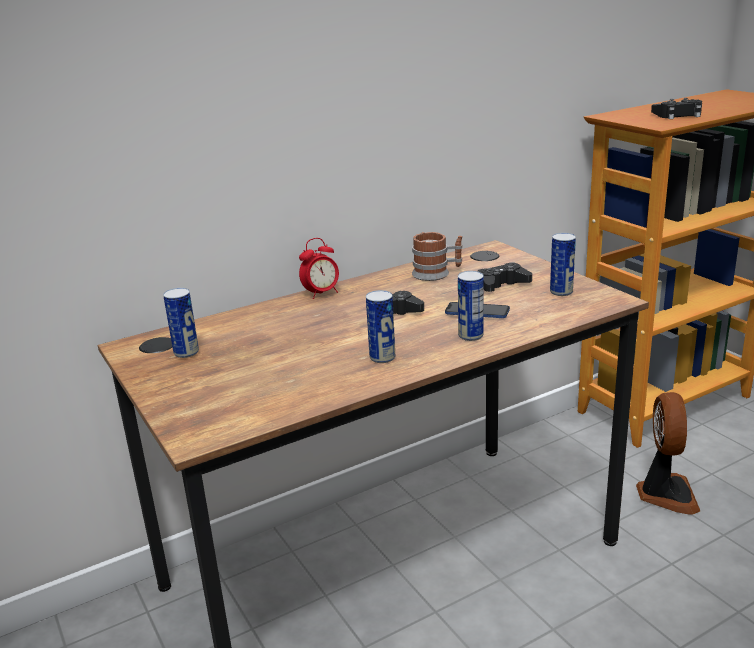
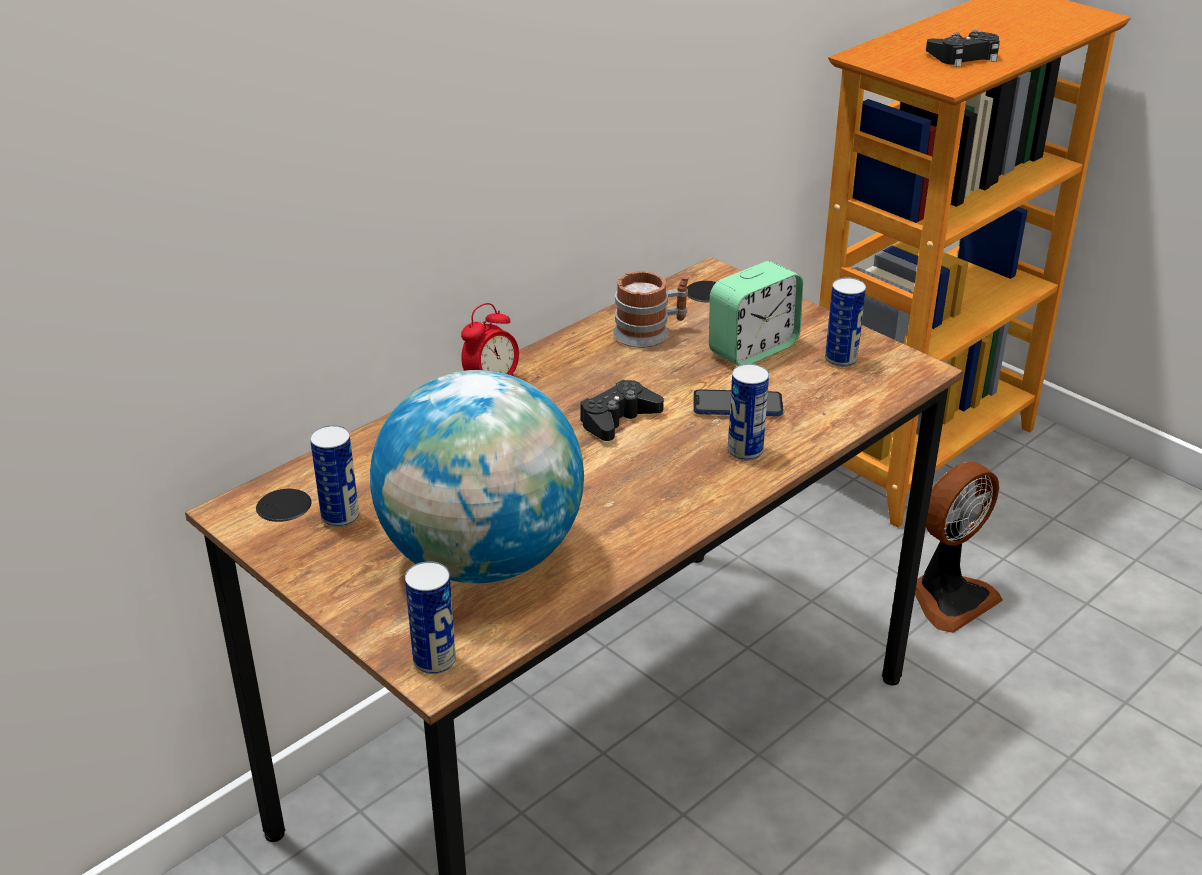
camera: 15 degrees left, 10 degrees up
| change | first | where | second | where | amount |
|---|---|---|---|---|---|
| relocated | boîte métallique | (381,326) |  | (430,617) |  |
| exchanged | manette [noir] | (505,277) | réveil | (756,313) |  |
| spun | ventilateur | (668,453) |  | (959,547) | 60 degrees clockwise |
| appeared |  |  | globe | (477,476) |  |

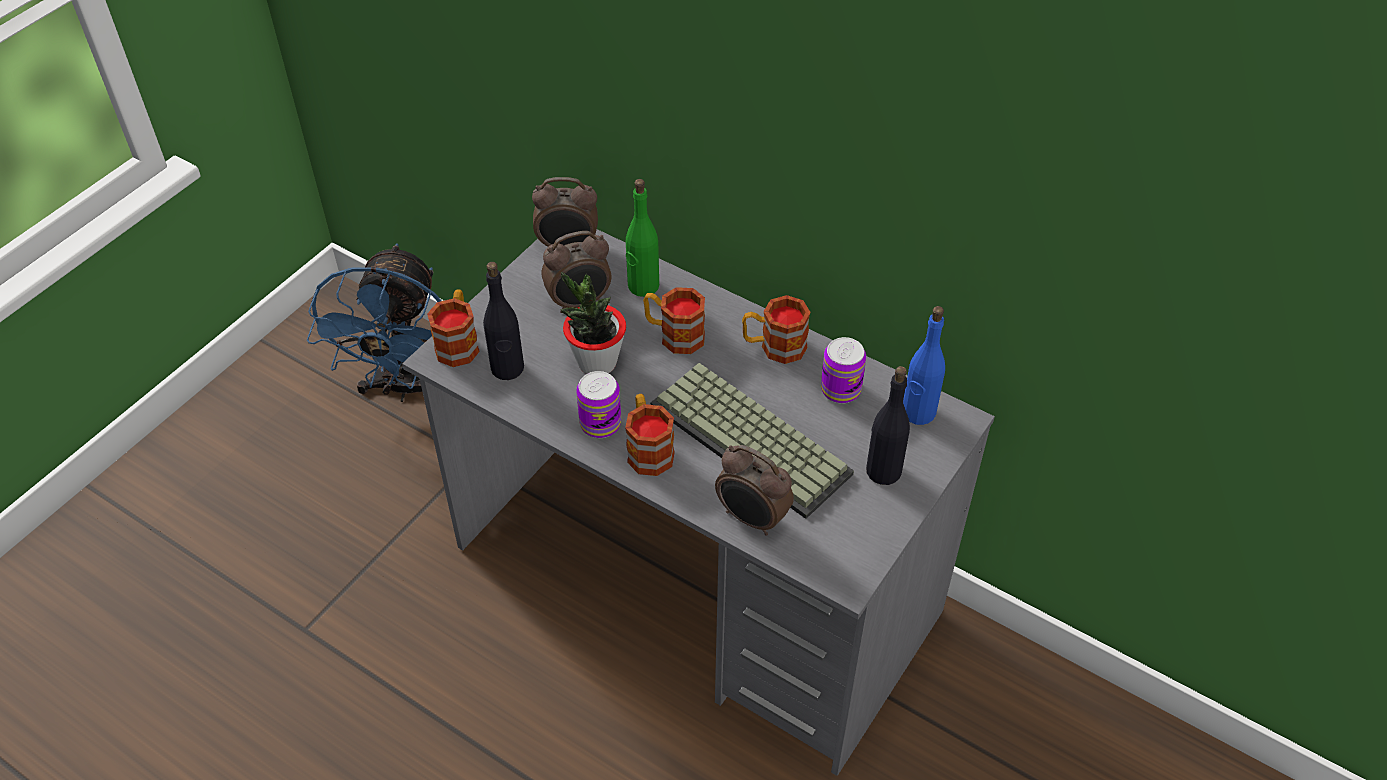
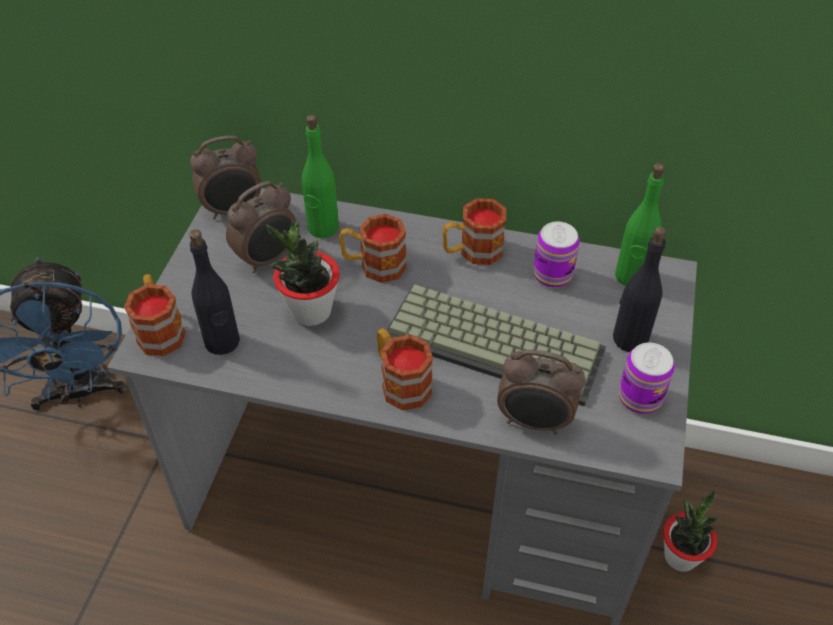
camera: 20 degrees left, 0 degrees up
| change | first | where | second | where | amount |
|---|---|---|---|---|---|
| relocated | boîte métallique | (598,404) |  | (647,378) |  |
| colour | bouteille [bleu] | (924,365) | bouteille [vert] | (640,224) |  |
| appeared |  |  | plante en pot | (690,531) |  |

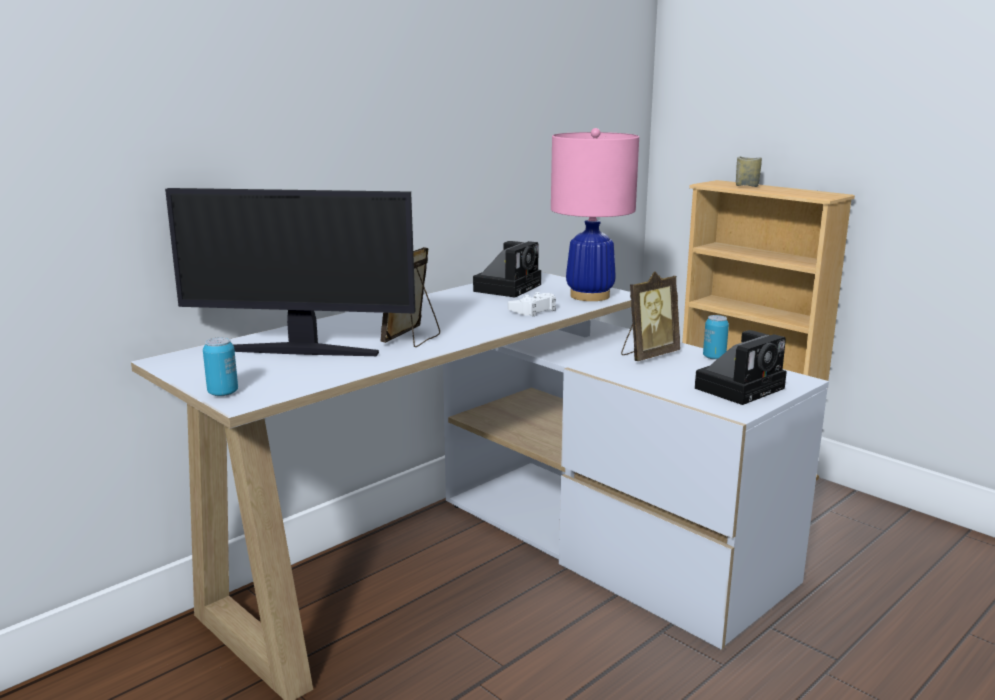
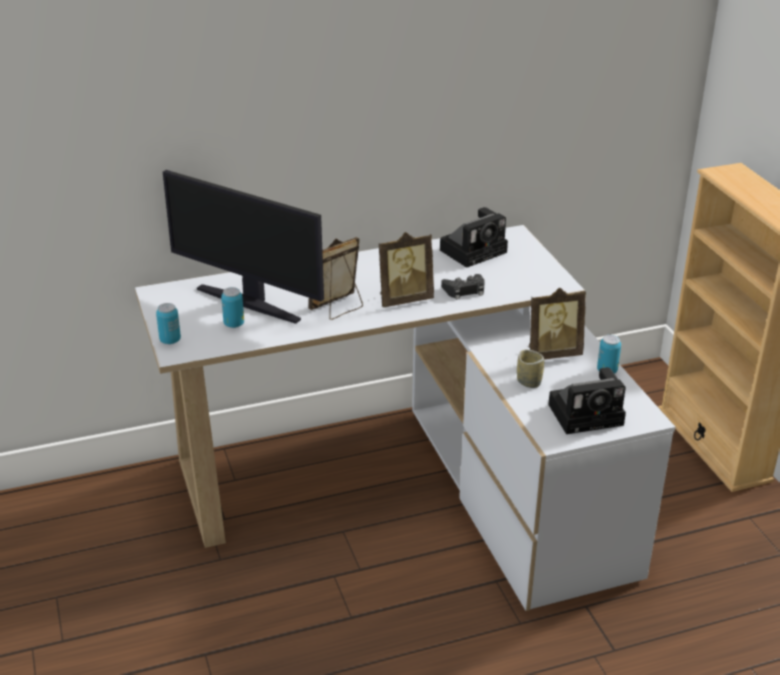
camera: 25 degrees right, 15 degrees up
| change | first | where | second | where | amount |
|---|---|---|---|---|---|
| colour | manette [blanc] | (532,304) | manette [noir] | (463,287) |  |
| missing | lampe de table [rose] | (595,214) |  |  |  |
| relocated | tasse | (749,171) |  | (530,369) |  |
| appeared |  |  | boîte métallique | (232,307) |  |
| appeared |  |  | cadre photo | (406,269) |  |

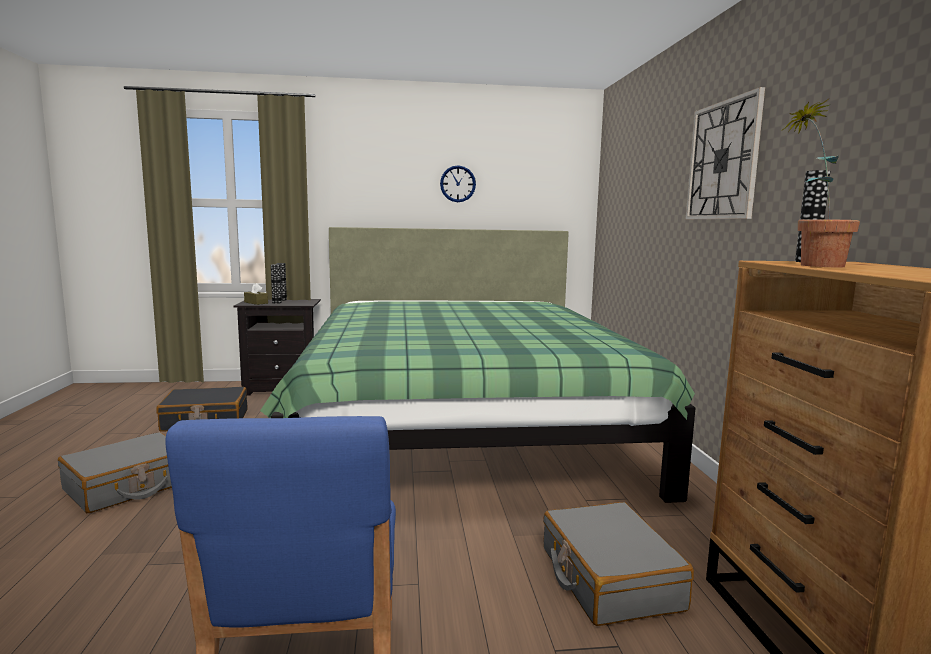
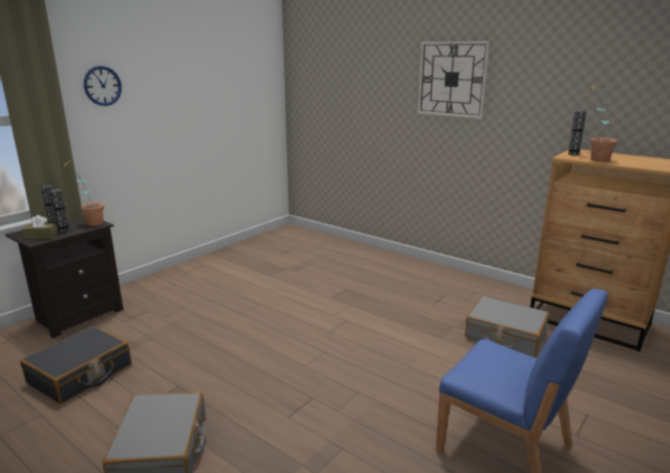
camera: 45 degrees left, 10 degrees up
| change | first | where | second | where | amount |
|---|---|---|---|---|---|
| missing | lit [vert] | (477,365) |  |  |  |
| relocated | horloge murale | (458,183) |  | (103,86) |  |
| appeared |  |  | plante en pot | (82,192) |  |

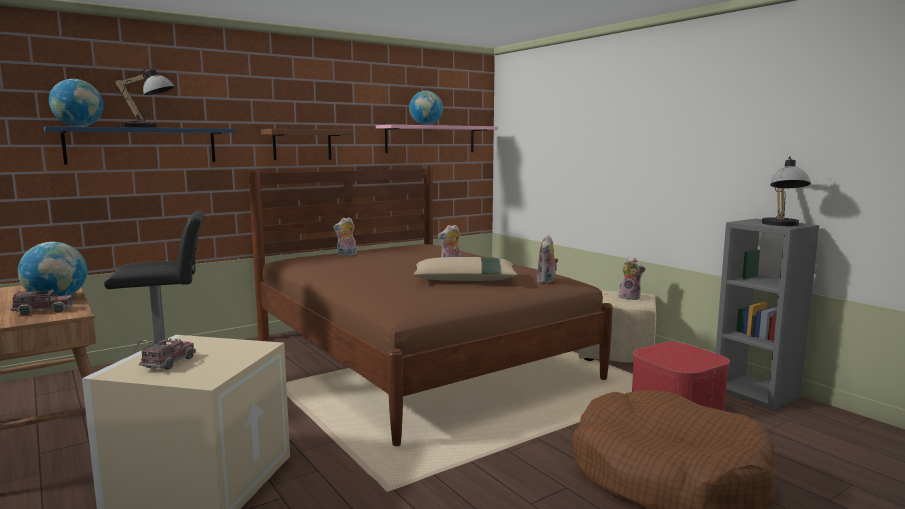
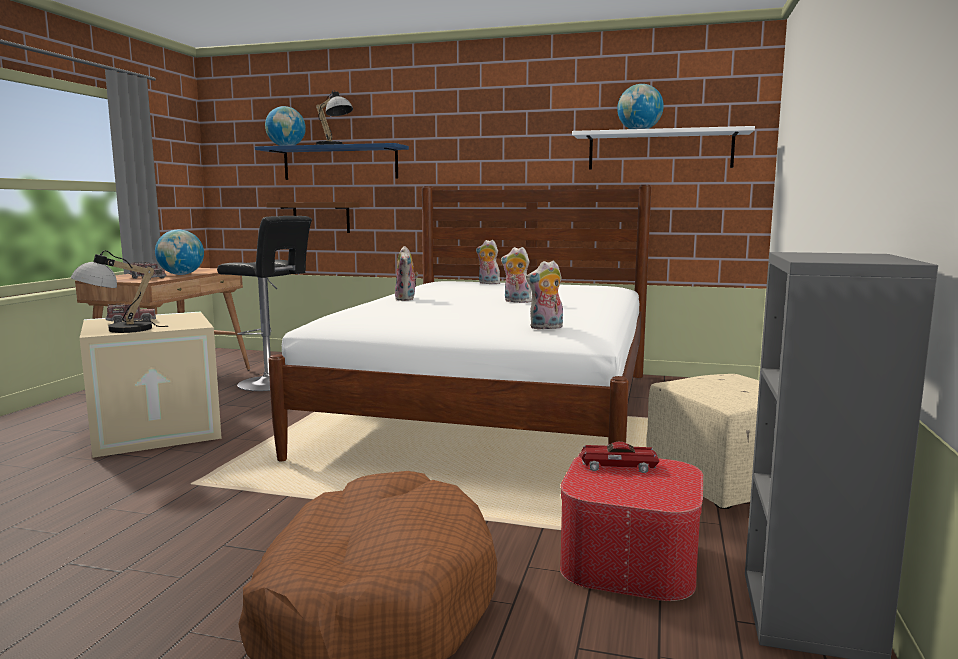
camera: 50 degrees right, 0 degrees up
| change | first | where | second | where | amount |
|---|---|---|---|---|---|
| colour | lit [marron] | (430,305) | lit [blanc] | (459,323) |  |
| relocated | étagère [marron] | (307,144) |  | (313,217) |  |
| colour | étagère [rose] | (437,139) | étagère [blanc] | (663,148) |  |
| missing | coussin [beige] | (465,269) |  |  |  |
| relocated | peluche | (632,278) |  | (406,273) |  |
| relocated | lampe de table | (786,191) |  | (119,291) |  |
| appeared |  |  | petite voiture | (619,457) |  |

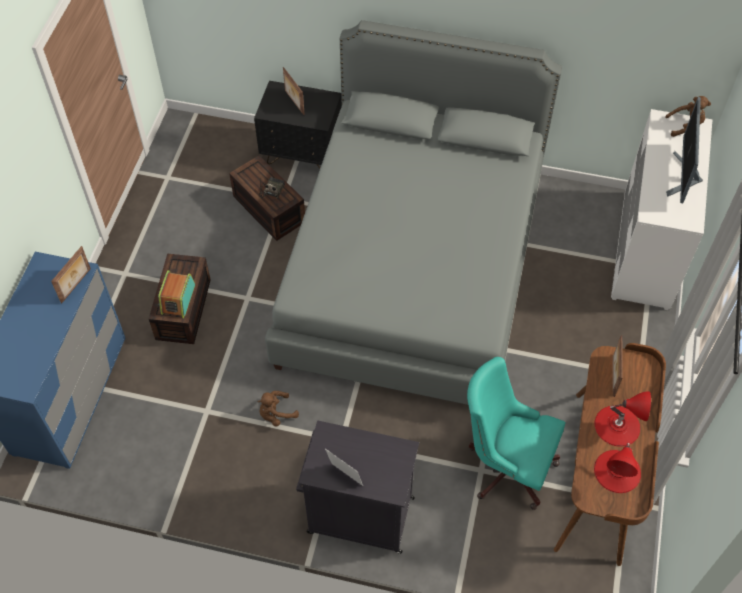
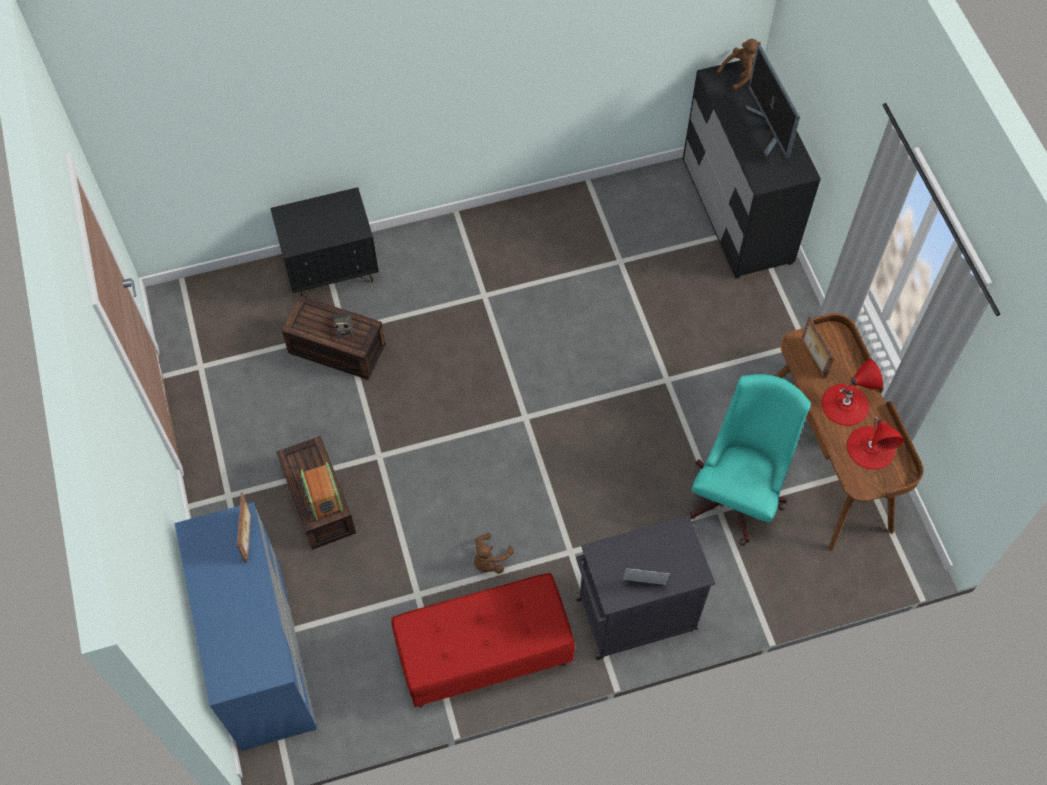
camera: 30 degrees left, 5 degrees up
| change | first | where | second | where | amount |
|---|---|---|---|---|---|
| missing | lit [gris] | (413,212) |  |  |  |
| missing | cadre photo | (294,91) |  |  |  |
| spun | chaise de bureau [turquoise] | (516,433) |  | (749,460) | 120 degrees clockwise |
| colour | commode [blanc] | (661,209) | commode [noir] | (752,169) |  |
| appeared |  |  | banc [rouge] | (483,640) |  |

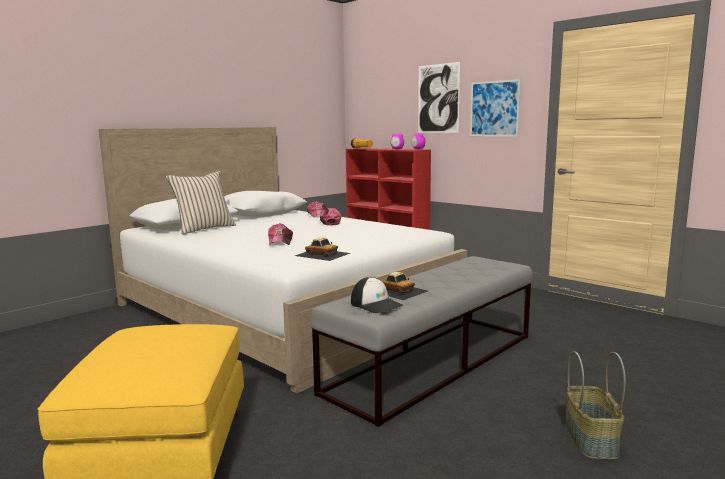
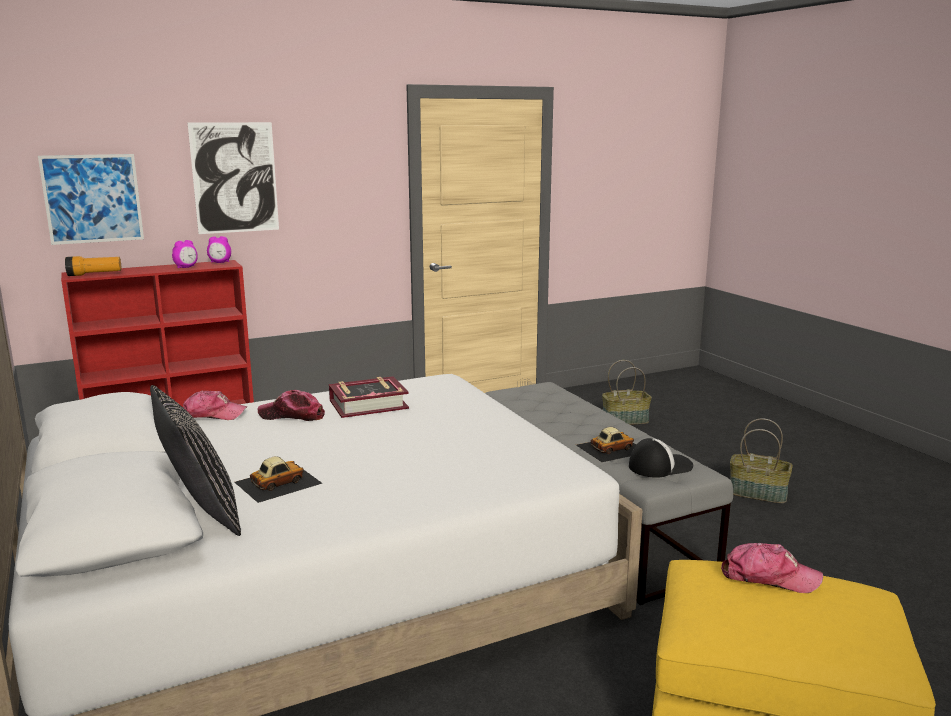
camera: 70 degrees left, 5 degrees up
| change | first | where | second | where | amount |
|---|---|---|---|---|---|
| colour | coussin [beige] | (201,203) | coussin [noir] | (195,460) |  |
| relocated | casquette | (280,234) |  | (772,568) |  |
| relocated | petite voiture | (322,249) |  | (278,479) |  |
| relocated | tableau | (495,107) |  | (91,199) |  |
| appeared |  |  | livre | (369,397) |  |
| appeared |  |  | panier | (627,392) |  |

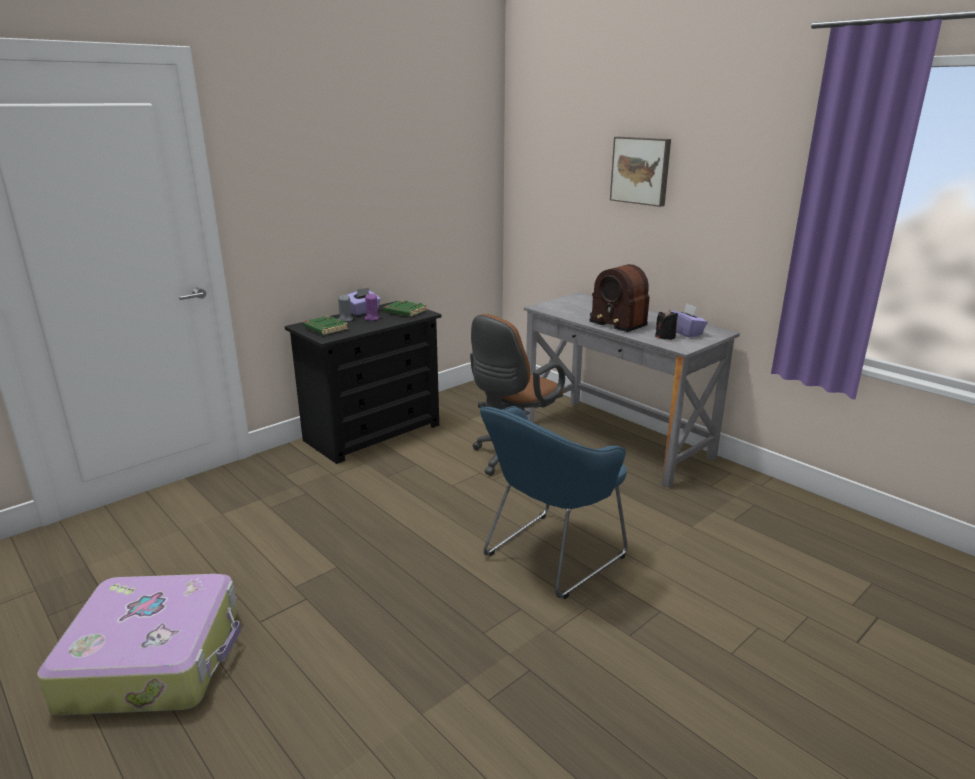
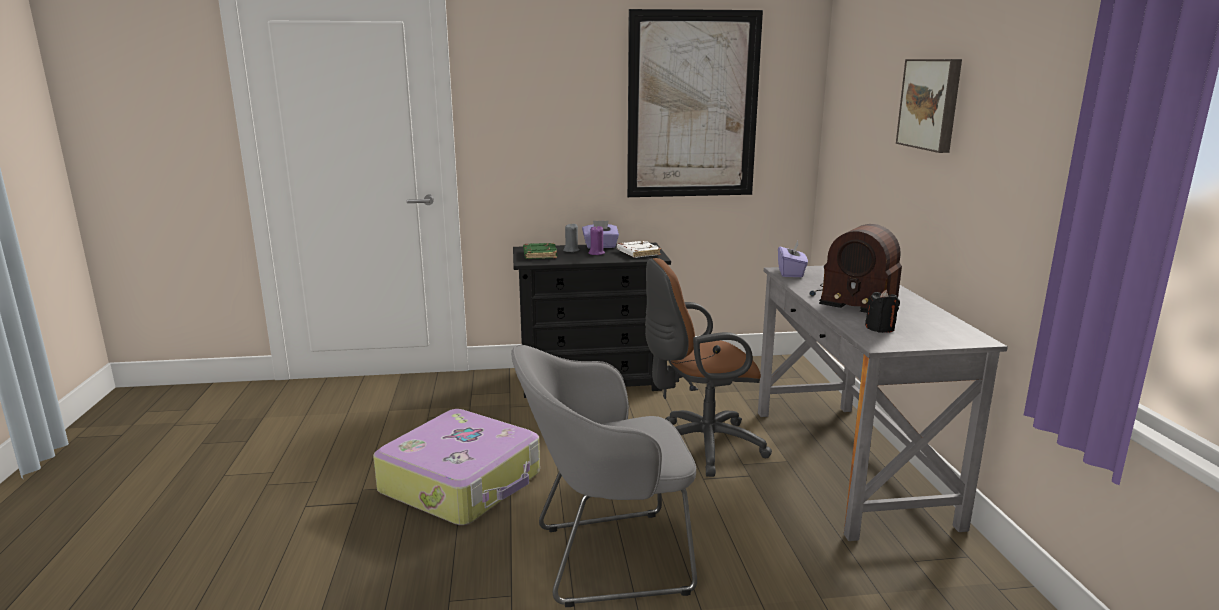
camera: 35 degrees right, 5 degrees down
| change | first | where | second | where | amount |
|---|---|---|---|---|---|
| relocated | valise | (139,645) |  | (456,467) |  |
| colour | livre [vert] | (405,308) | livre [blanc] | (639,249) |  |
| colour | fauteuil [bleu] | (554,502) | fauteuil [gris] | (604,476) |  |
| spun | radio | (619,298) |  | (856,268) | 45 degrees counterclockwise |
| relocated | boîte à mouchoirs [violet] | (689,320) |  | (793,259) |  |
| appeared |  |  | tableau | (695,103) |  |

